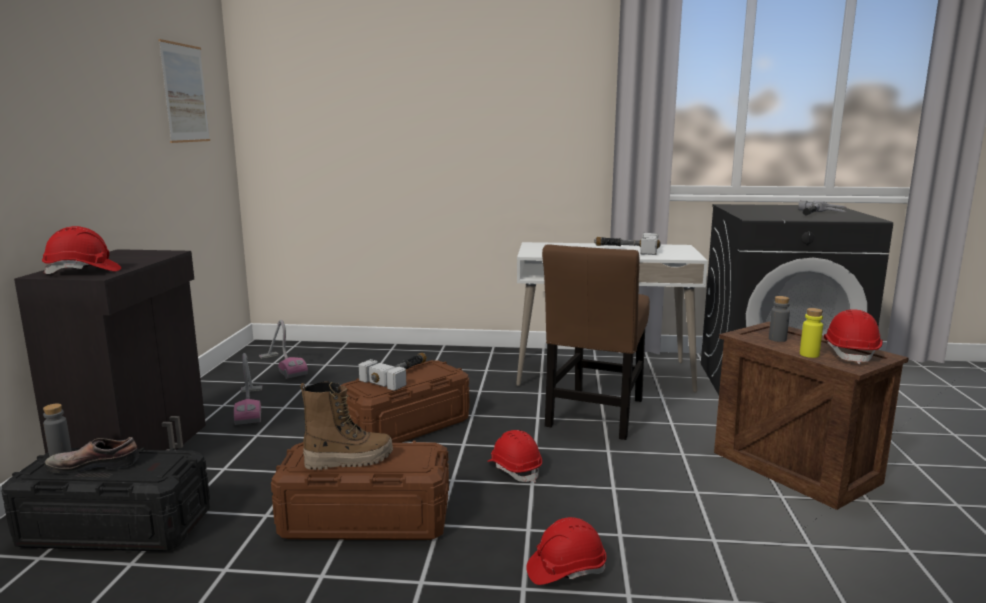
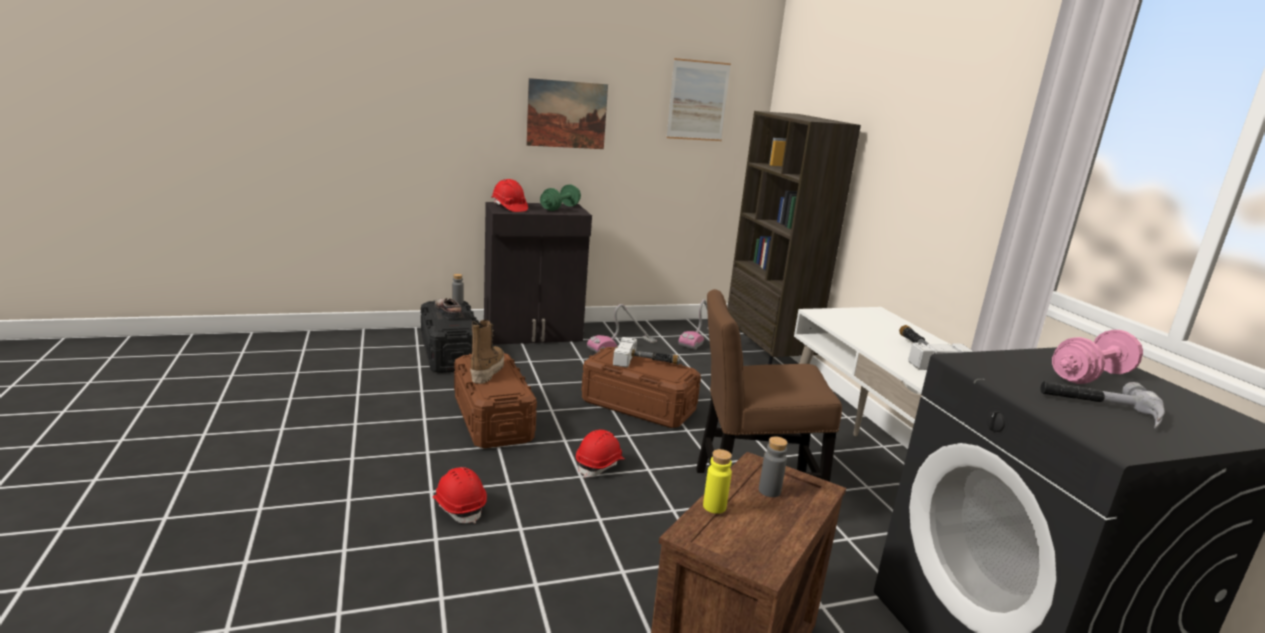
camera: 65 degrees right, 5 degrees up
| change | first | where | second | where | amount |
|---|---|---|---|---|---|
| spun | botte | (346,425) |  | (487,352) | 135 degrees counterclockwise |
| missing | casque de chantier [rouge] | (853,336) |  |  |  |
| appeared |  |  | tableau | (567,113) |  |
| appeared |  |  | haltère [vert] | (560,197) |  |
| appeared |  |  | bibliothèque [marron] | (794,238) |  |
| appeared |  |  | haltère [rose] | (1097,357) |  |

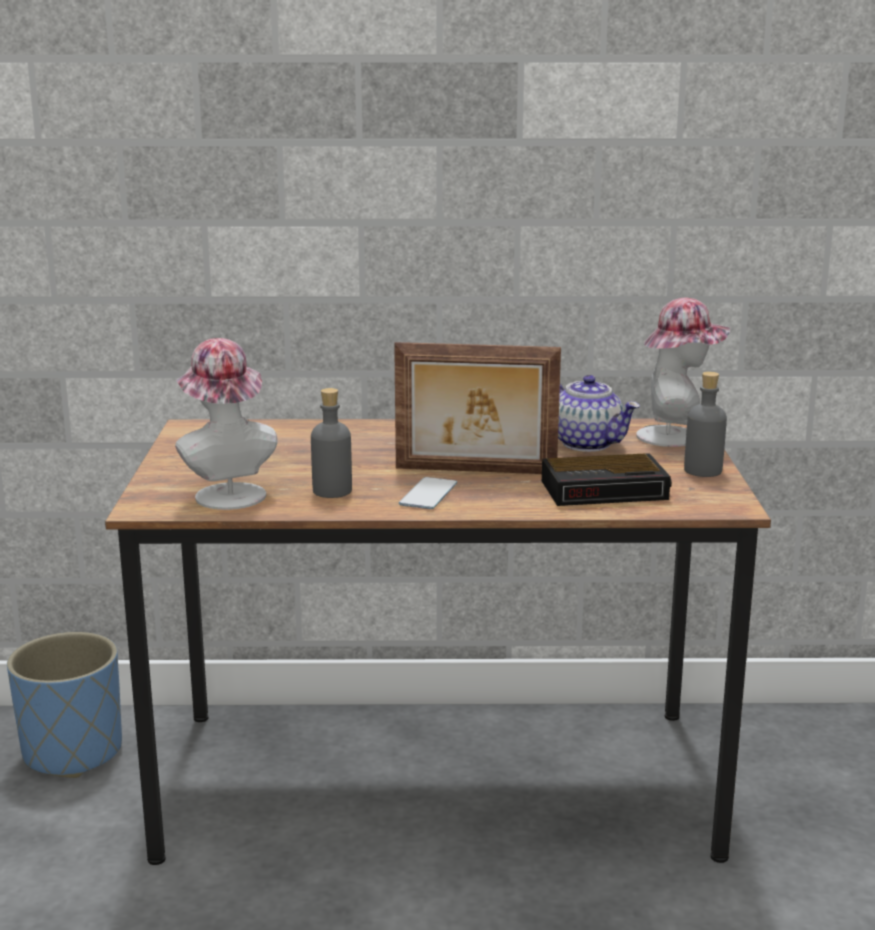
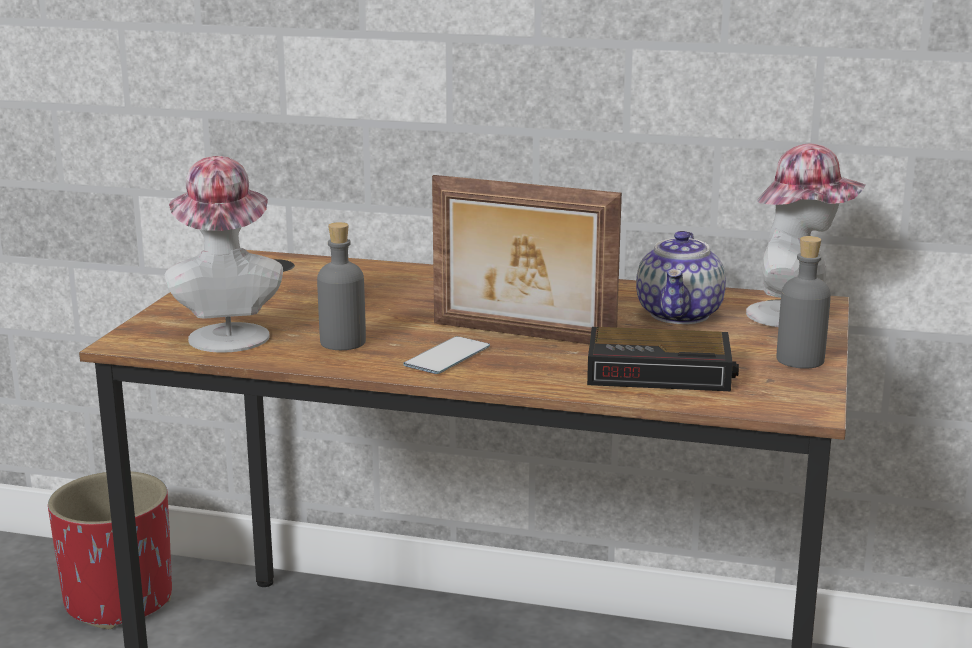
camera: 15 degrees right, 0 degrees up
| change | first | where | second | where | amount |
|---|---|---|---|---|---|
| colour | cache-pot [bleu] | (64,705) | cache-pot [rouge] | (110,550) |  |
| spun | théière | (599,413) |  | (681,277) | 45 degrees clockwise |

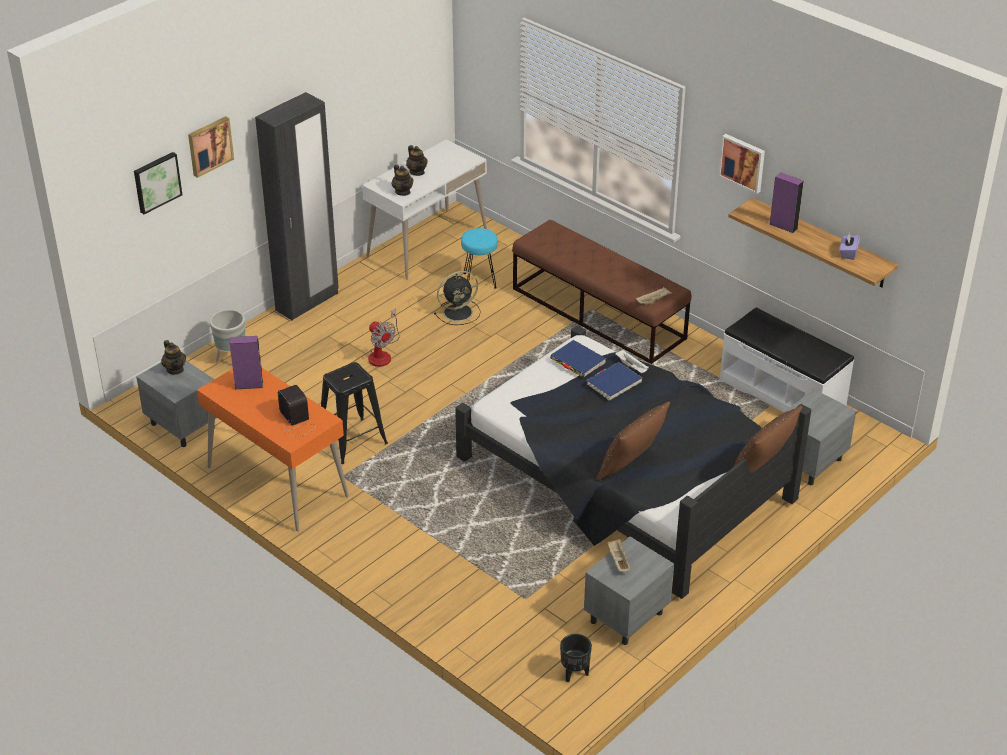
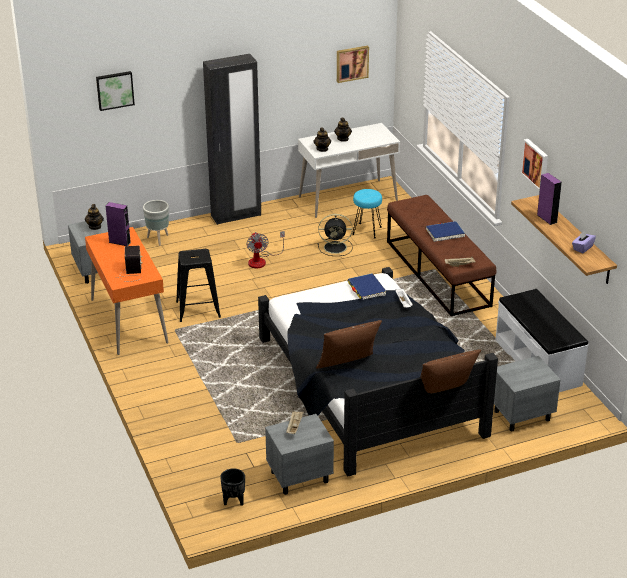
camera: 25 degrees right, 5 degrees down
| change | first | where | second | where | amount |
|---|---|---|---|---|---|
| relocated | tableau | (211,147) |  | (353,64) |  |
| relocated | livre [bleu] | (614,381) |  | (445,231) |  |

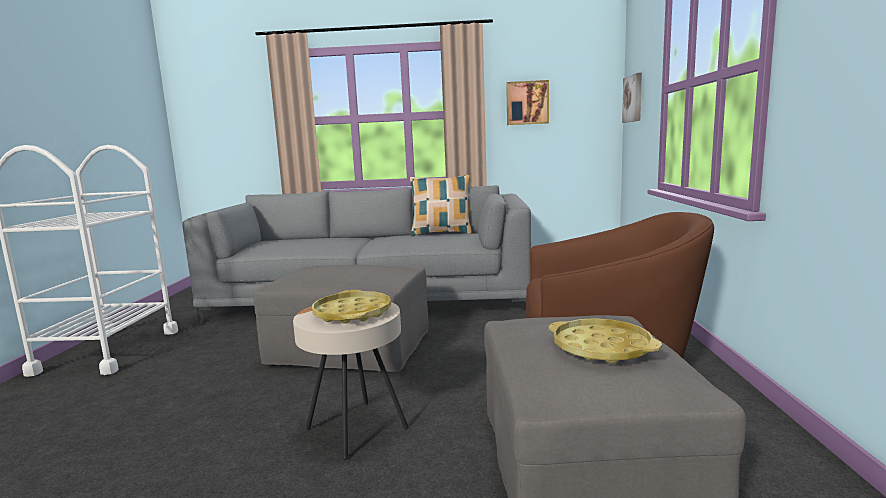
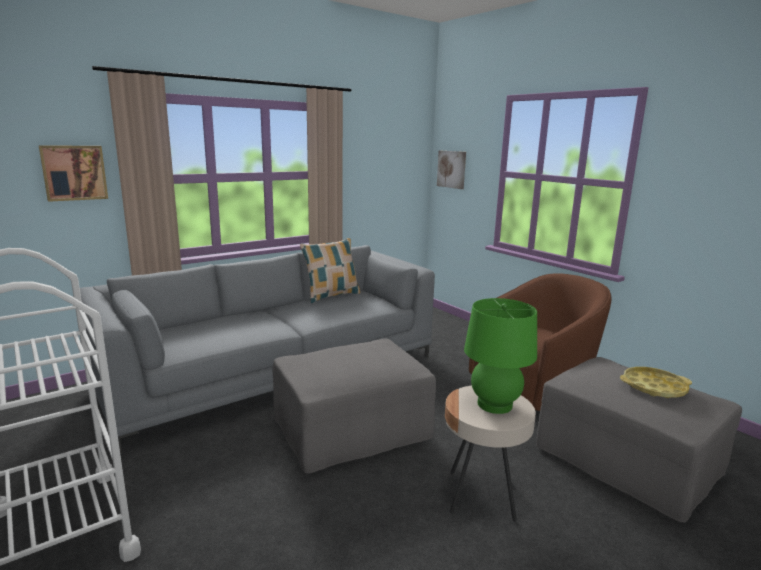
camera: 40 degrees left, 5 degrees up
| change | first | where | second | where | amount |
|---|---|---|---|---|---|
| exchanged | plateau [jaune] | (351,307) | lampe de table [vert] | (500,356) |  |
| relocated | tableau | (527,102) |  | (73,173) |  |

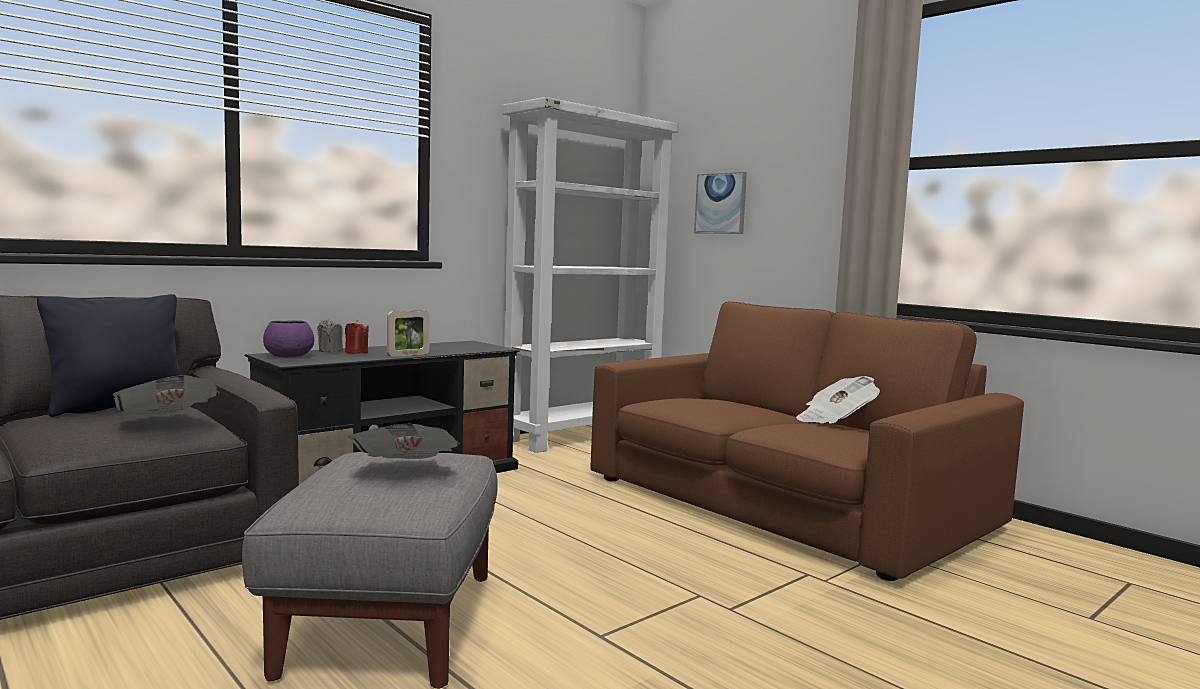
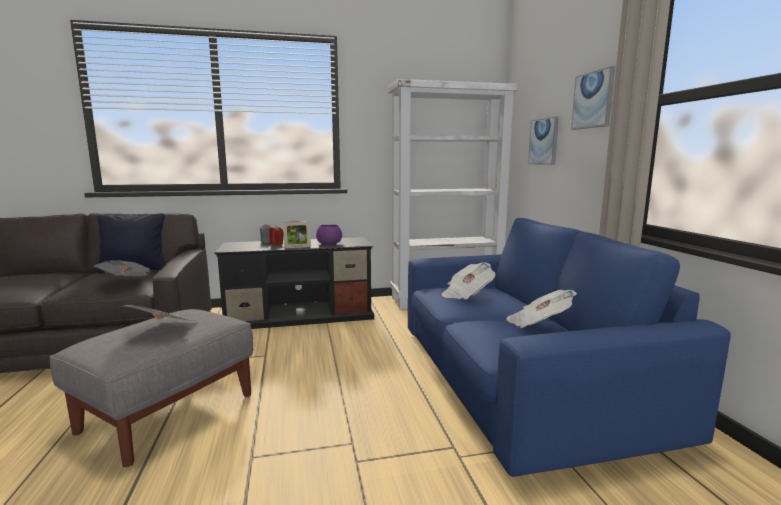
camera: 30 degrees right, 5 degrees up
| change | first | where | second | where | amount |
|---|---|---|---|---|---|
| relocated | bol [violet] | (288,338) |  | (329,235) |  |
| colour | canapé [marron] | (807,441) | canapé [bleu] | (569,347) |  |
| appeared |  |  | journal | (468,281) |  |
| appeared |  |  | tableau | (593,98) |  |

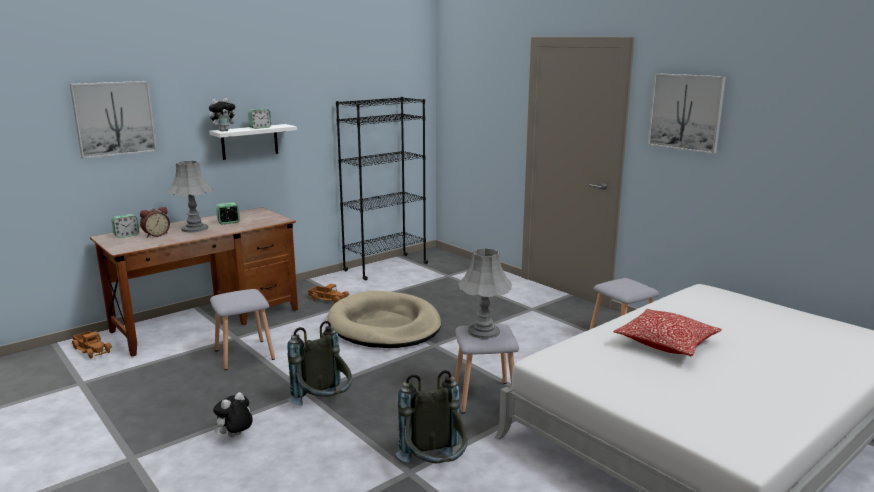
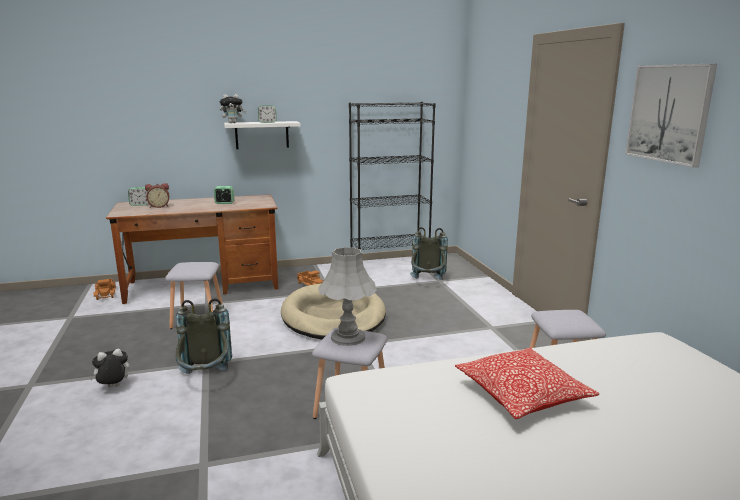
camera: 25 degrees right, 0 degrees up
| change | first | where | second | where | amount |
|---|---|---|---|---|---|
| missing | tableau | (113,120) |  |  |  |
| missing | lampe de table [gris] | (190,196) |  |  |  |
| relocated | sac à dos [gris] | (432,416) |  | (429,253) |  |

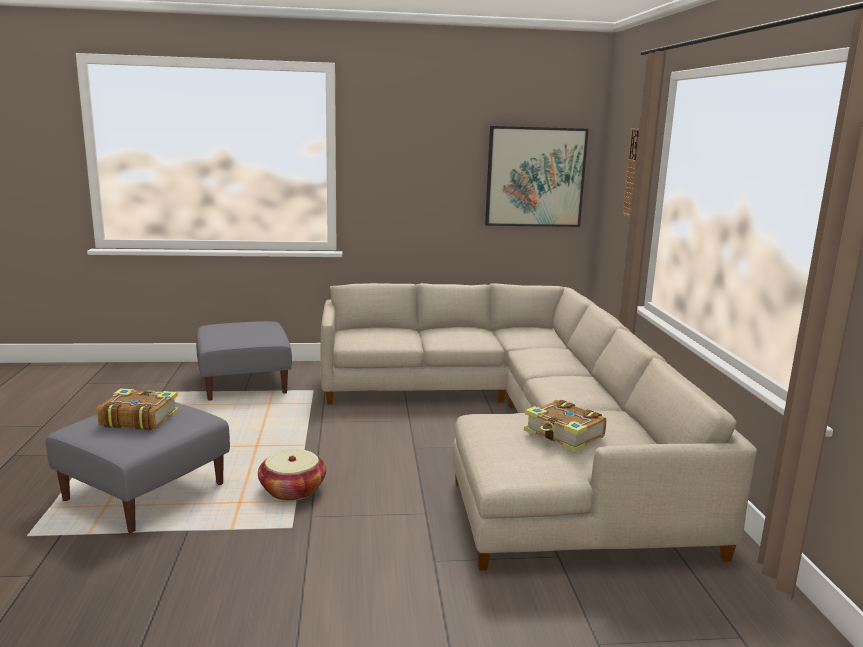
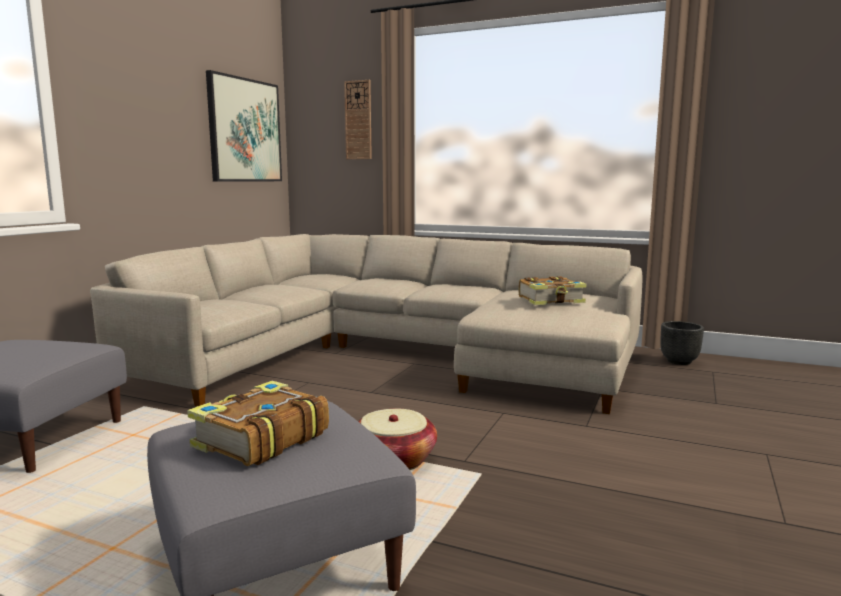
camera: 60 degrees left, 5 degrees down
| change | first | where | second | where | amount |
|---|---|---|---|---|---|
| appeared |  |  | cache-pot [noir] | (682,343) |  |

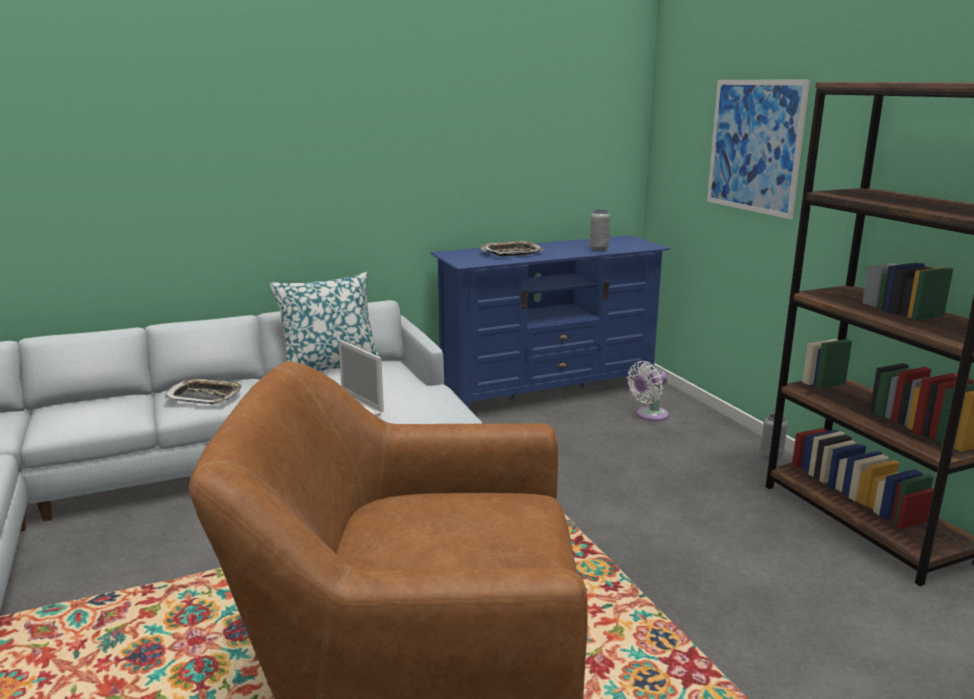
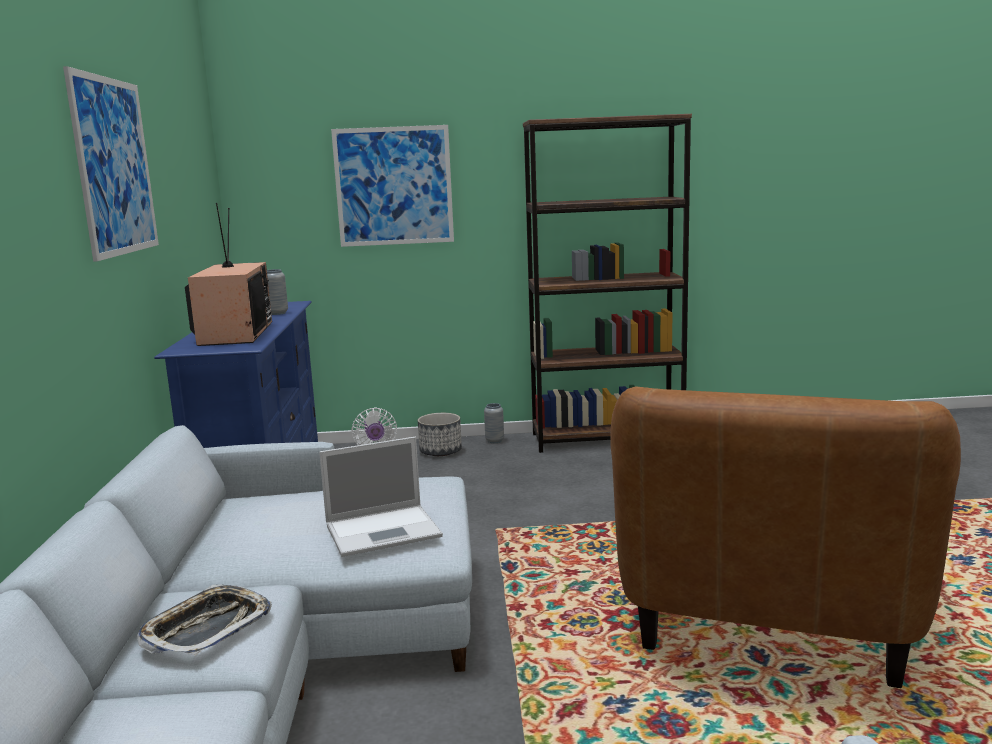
camera: 70 degrees left, 5 degrees down
| change | first | where | second | where | amount |
|---|---|---|---|---|---|
| missing | coussin | (324,321) |  |  |  |
| exchanged | plateau | (512,248) | téléviseur | (228,274) |  |
| appeared |  |  | tableau | (111,164) |  |
| appeared |  |  | cache-pot | (440,434) |  |

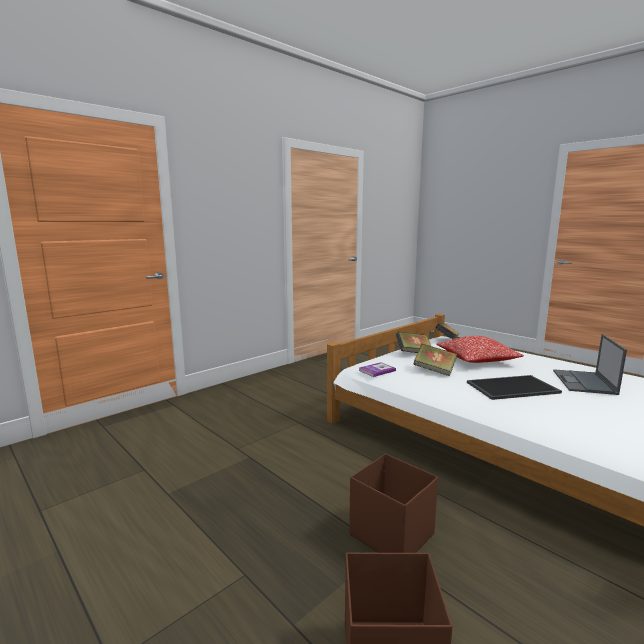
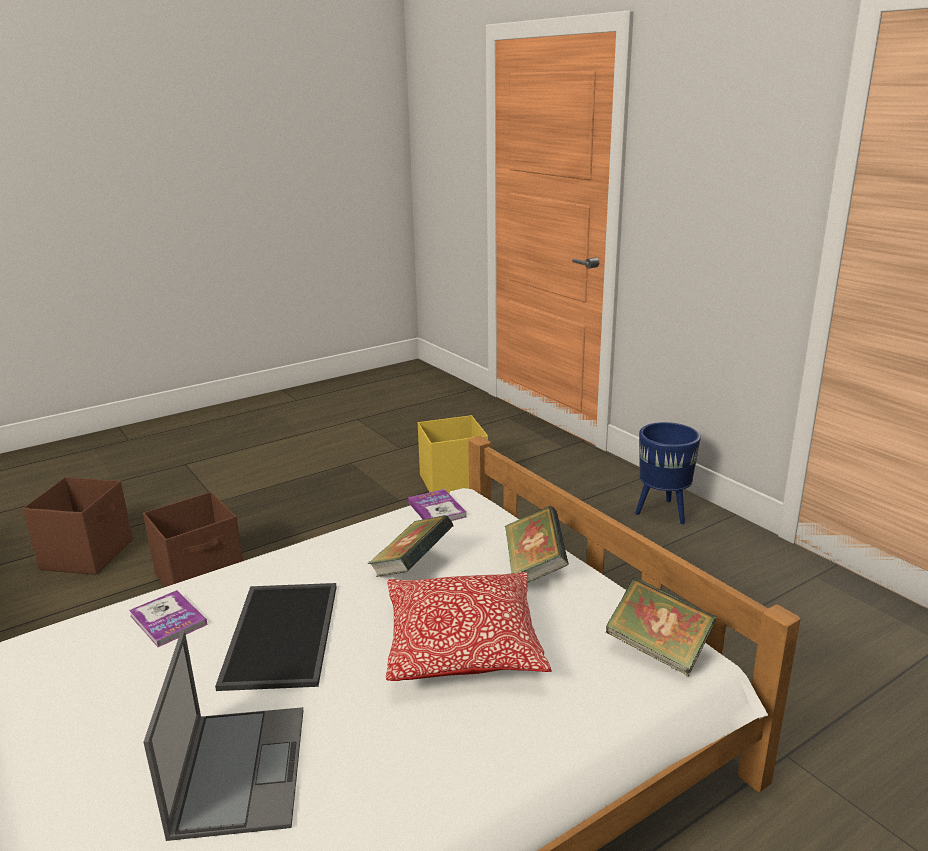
camera: 100 degrees right, 10 degrees up
| change | first | where | second | where | amount |
|---|---|---|---|---|---|
| spun | ordinateur portable | (590,364) |  | (223,736) | 60 degrees clockwise |
| appeared |  |  | livre | (168,618) |  |
| appeared |  |  | boîte de rangement [jaune] | (453,454) |  |
| appeared |  |  | cache-pot [bleu] | (668,473) |  |

